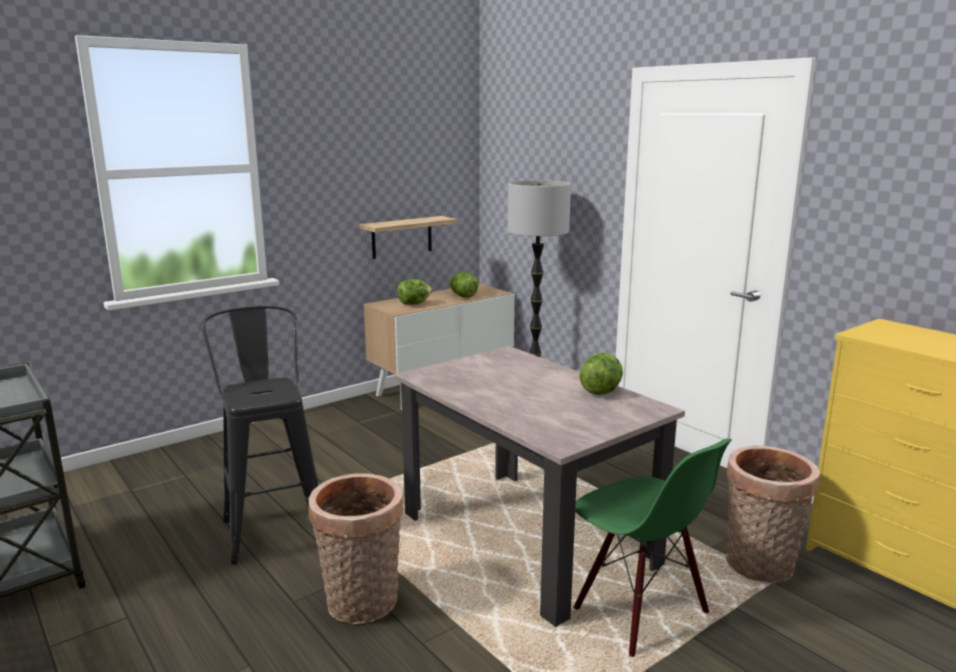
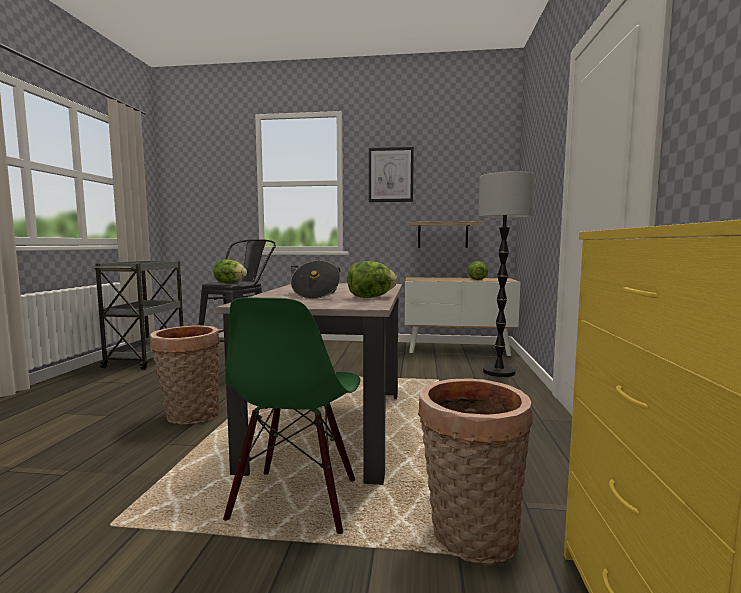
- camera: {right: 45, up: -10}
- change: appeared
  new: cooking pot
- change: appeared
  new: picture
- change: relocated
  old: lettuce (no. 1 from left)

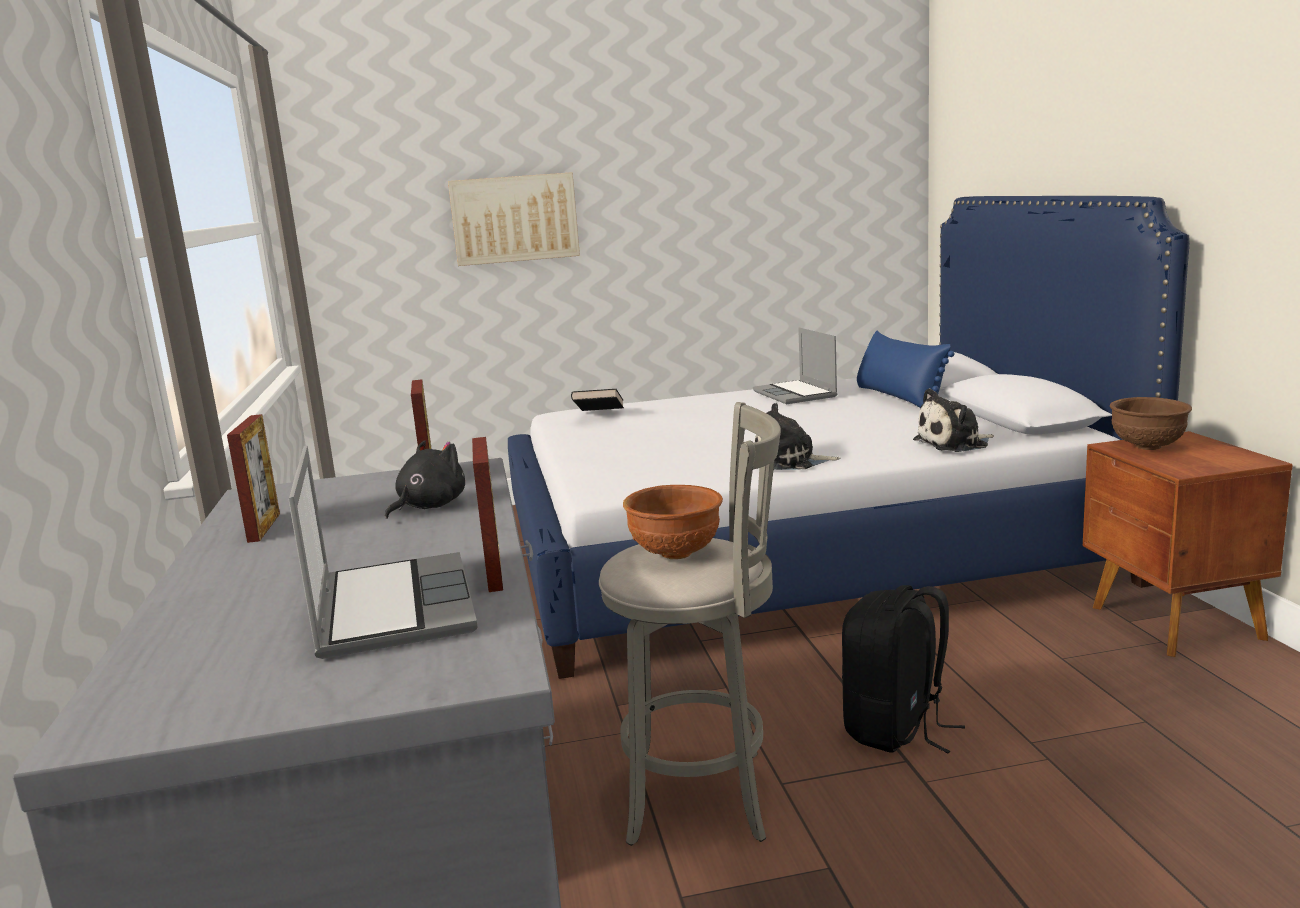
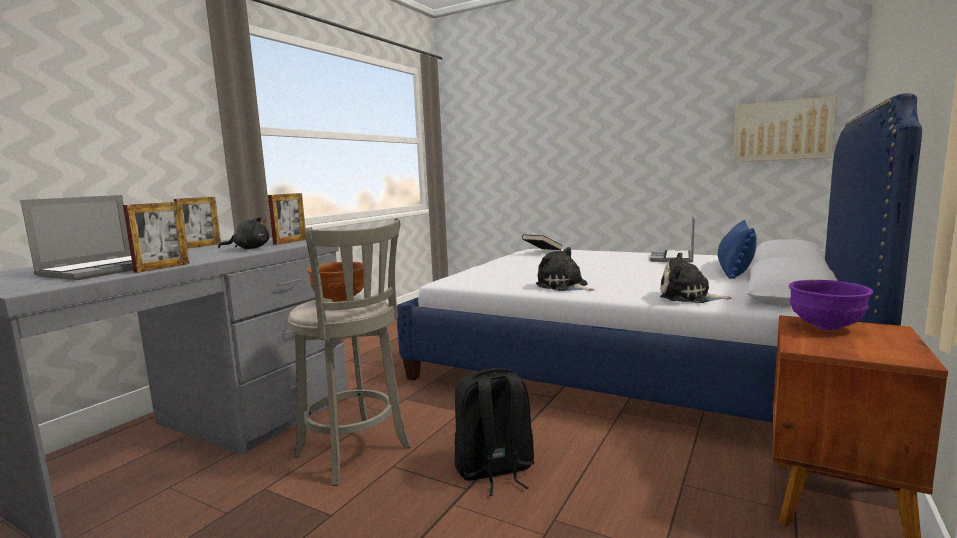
- camera: {right: 40, up: -5}
- change: relocated
  old: picture
- change: colour
  old: bowl (brown) (no. 2 from left)
  new: bowl (purple)

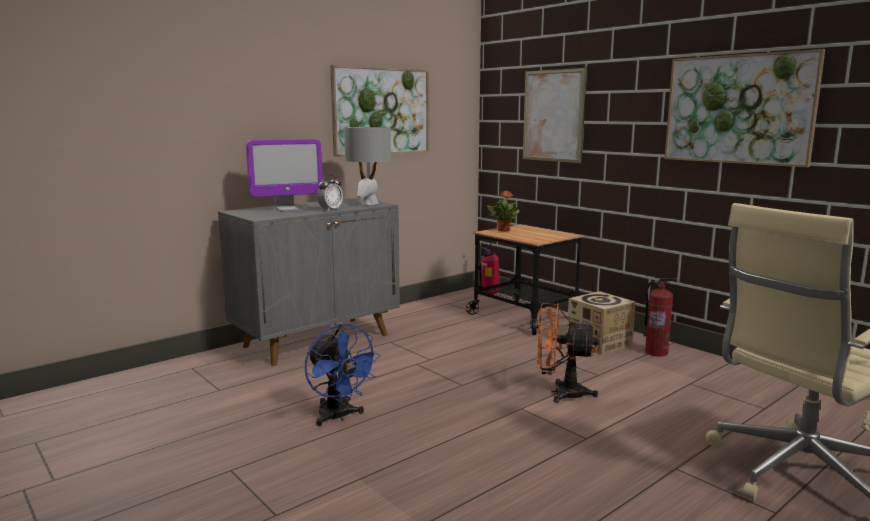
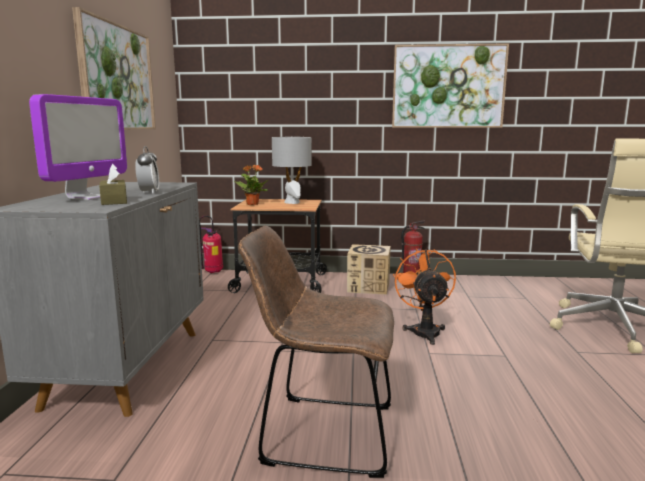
- camera: {right: -45, up: 0}
- change: missing
  old: picture (no. 2 from left)
- change: appeared
  new: tissue box (brown)
- change: relocated
  old: table lamp (grey)
- change: exchanged
  old: fan (blue)
  new: chair (brown)
- change: spun
  old: fan (orange)
  degrees: 120

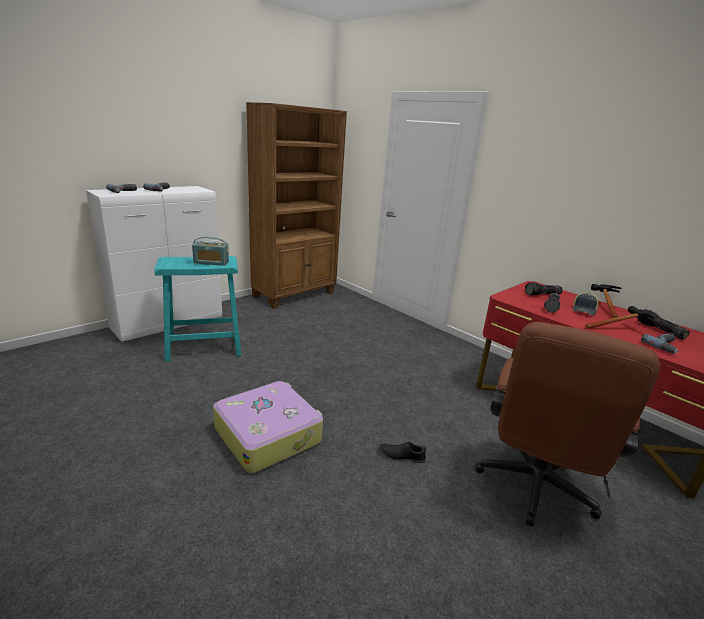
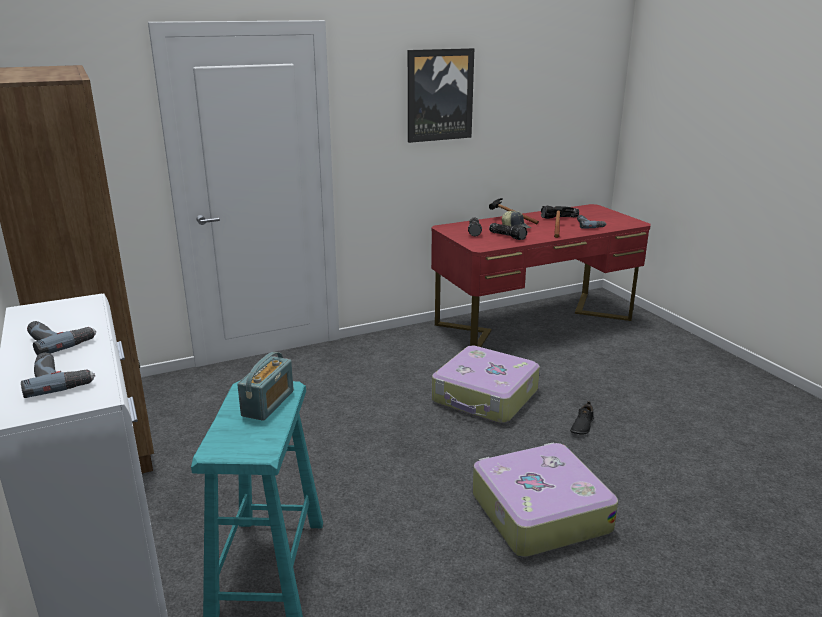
- camera: {right: -70, up: 0}
- change: missing
  old: office chair (brown)
- change: appeared
  new: picture
- change: appeared
  new: suitcase (no. 1 from left)

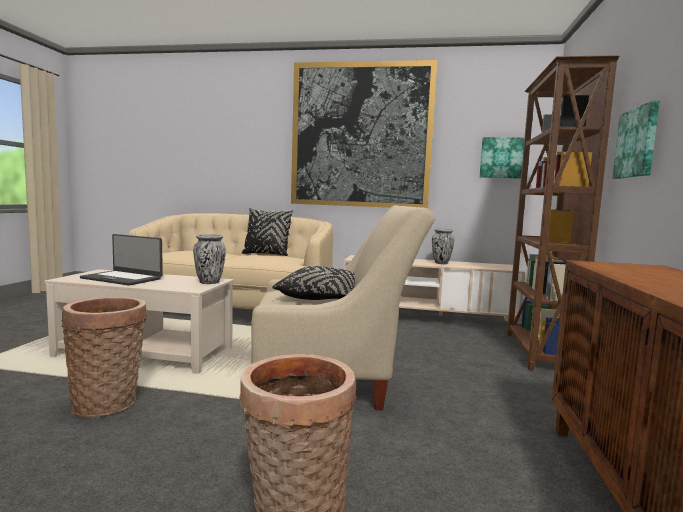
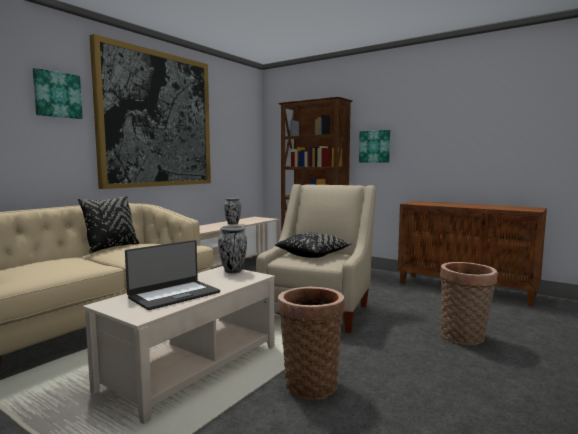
- camera: {right: -65, up: 0}
- change: relocated
  old: picture (no. 2 from left in the first image)
  new: picture (no. 1 from left)

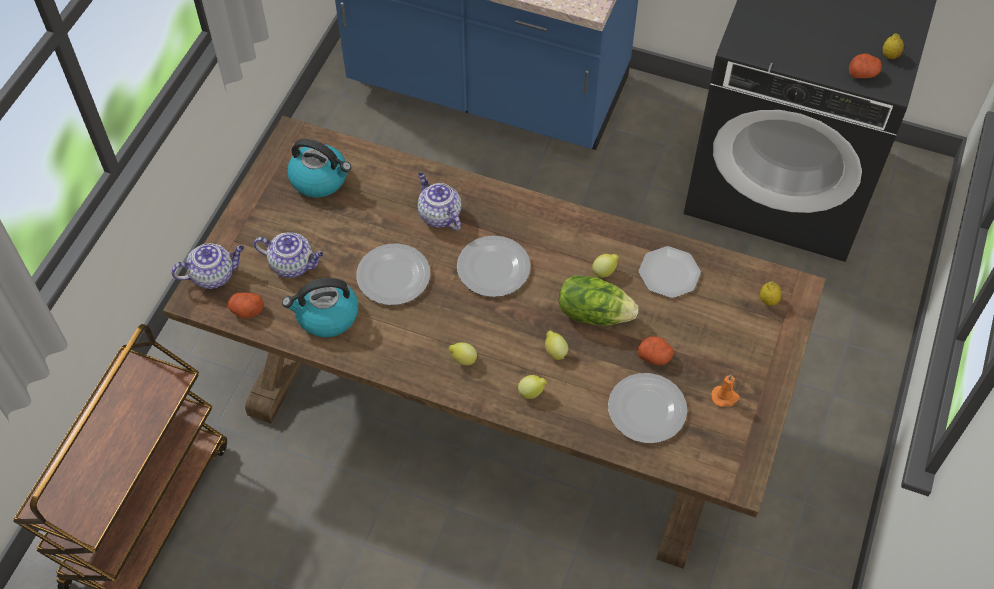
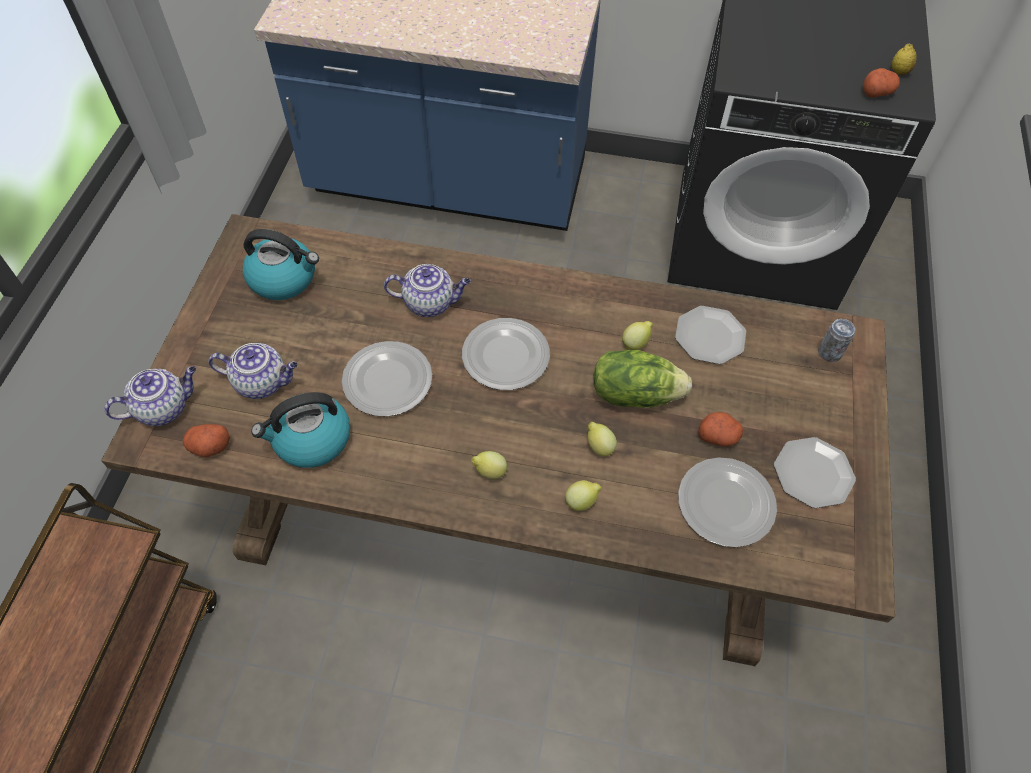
- camera: {right: -10, up: 0}
- change: exchanged
  old: candle (orange)
  new: plate (no. 5 from left)
- change: exchanged
  old: lemon (no. 5 from left)
  new: can
- change: spun
  old: teapot (no. 3 from left)
  degrees: 135

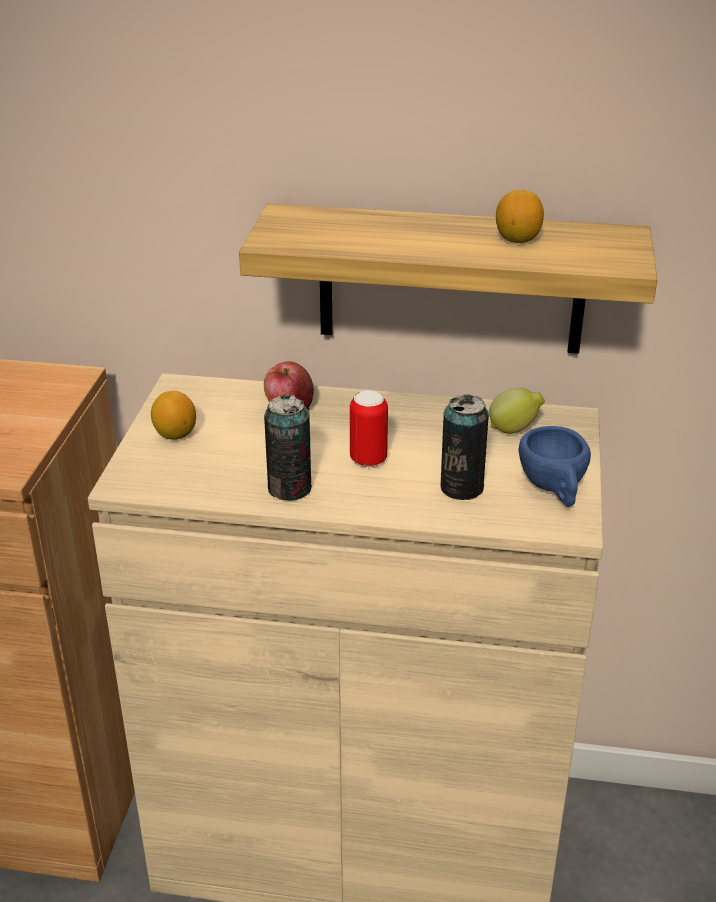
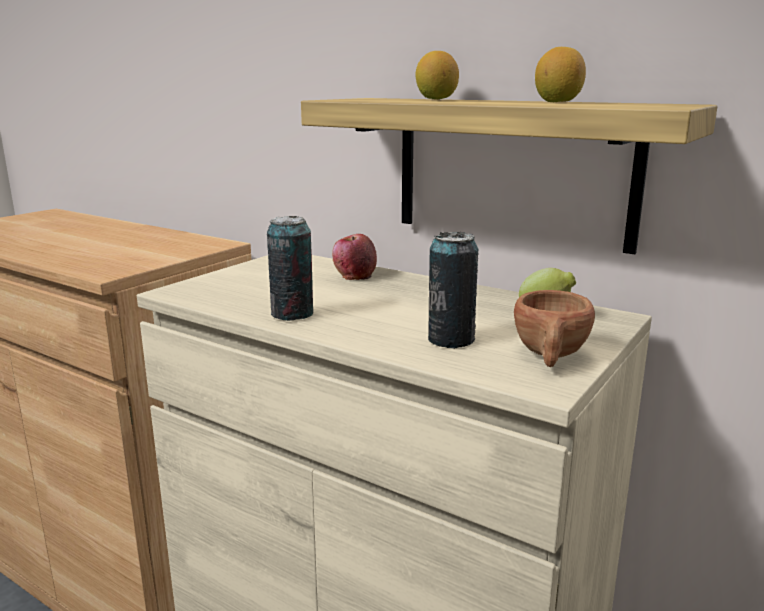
- camera: {right: 25, up: -15}
- change: missing
  old: can (no. 2 from left)
- change: relocated
  old: lemon (no. 1 from left)
- change: colour
  old: cup (blue)
  new: cup (brown)

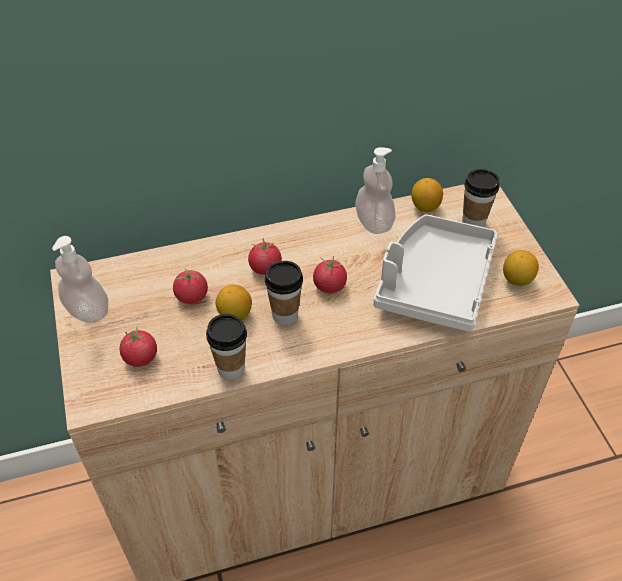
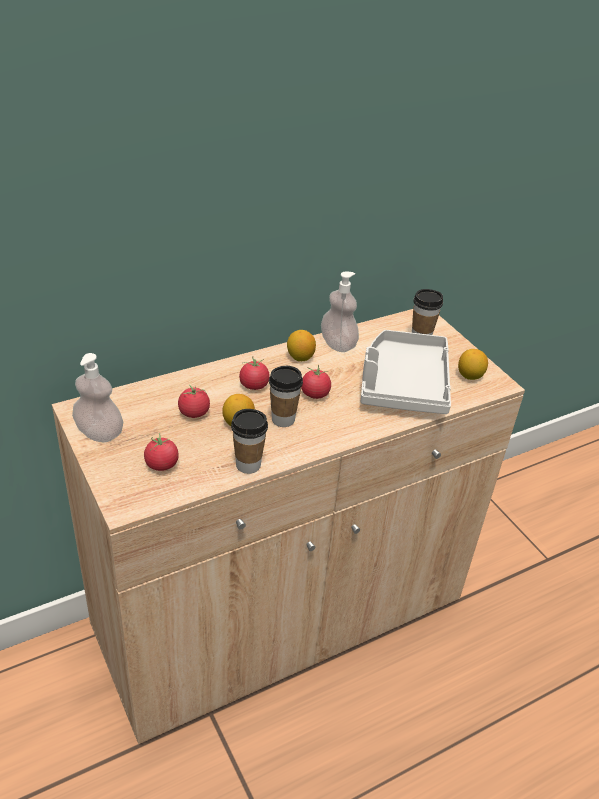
- camera: {right: -15, up: -10}
- change: relocated
  old: lemon (no. 2 from left)

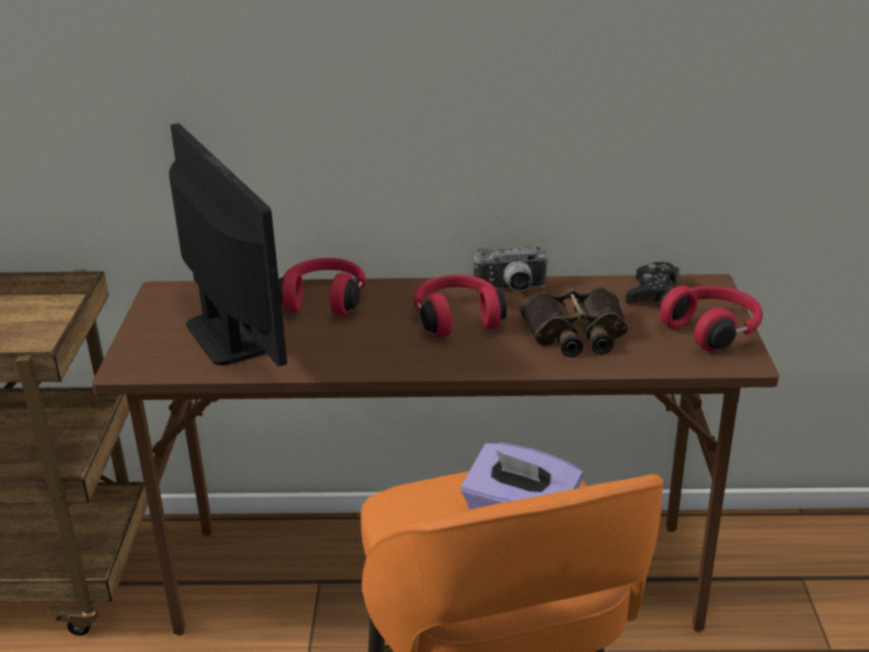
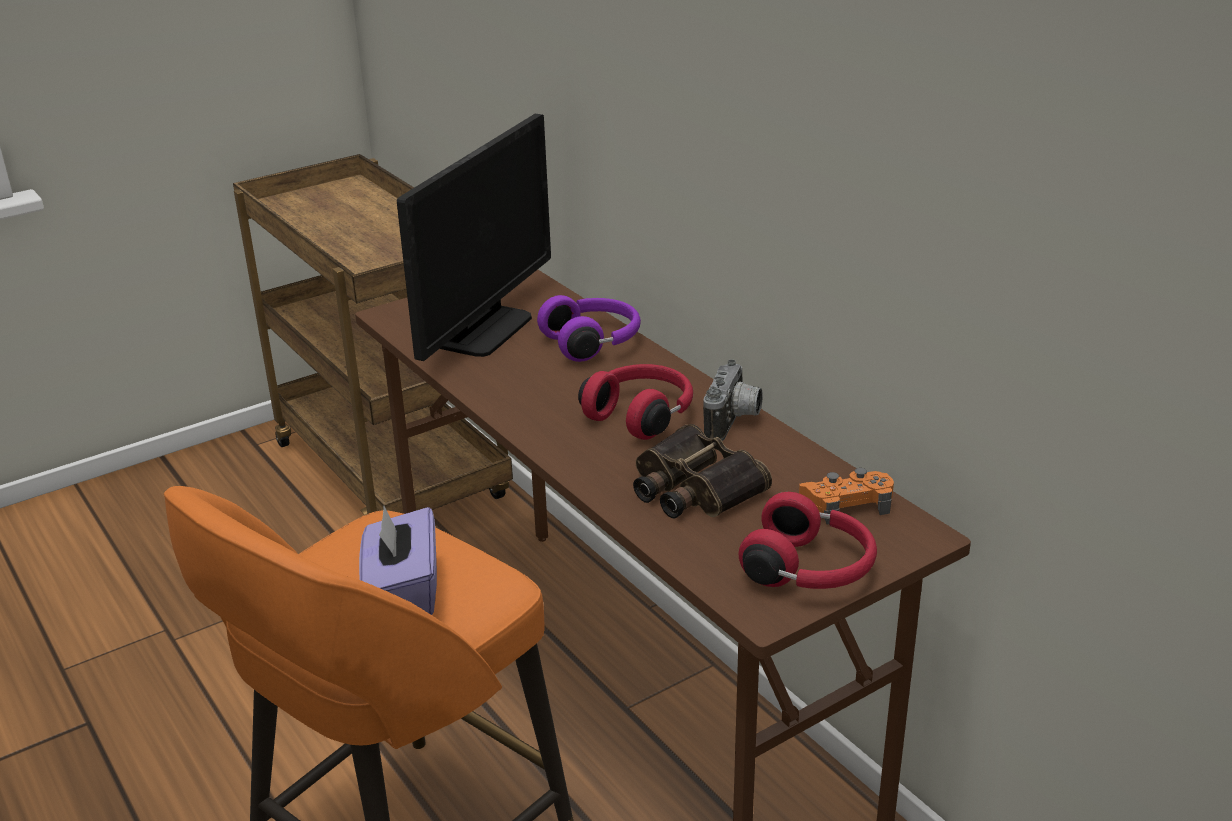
- camera: {right: 55, up: 0}
- change: colour
  old: headphones (red) (no. 1 from left)
  new: headphones (purple)
- change: colour
  old: game controller (black)
  new: game controller (orange)
- change: spun
  old: photo camera
  degrees: -120

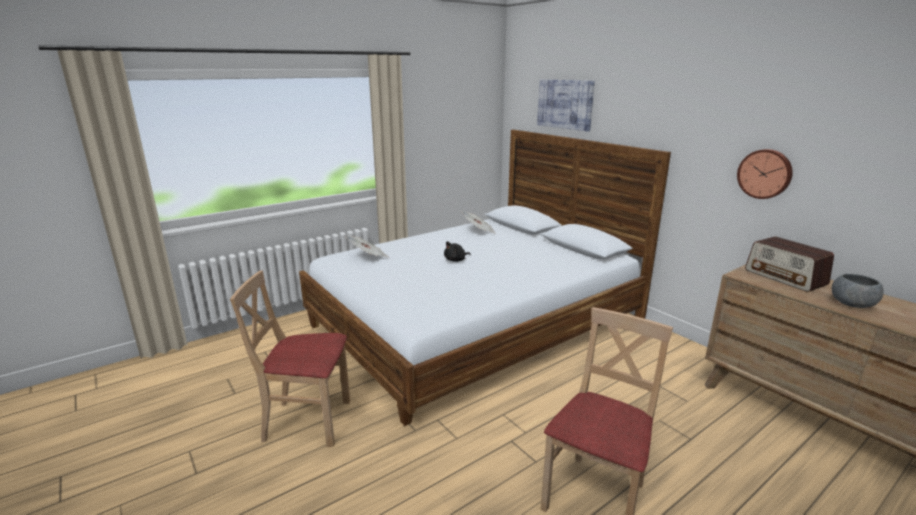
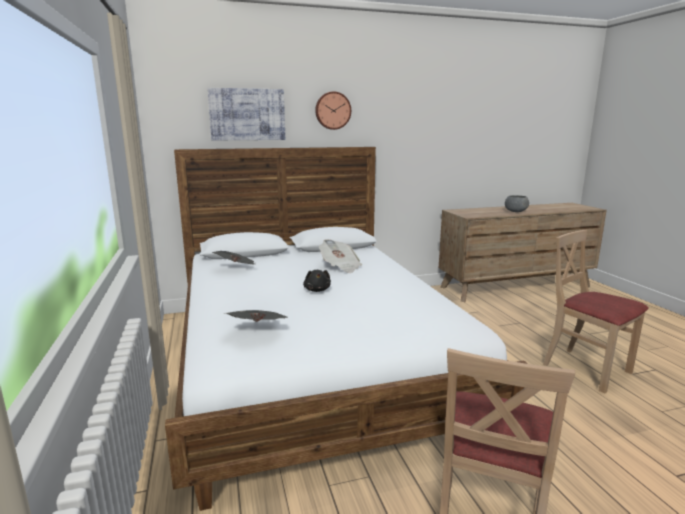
- camera: {right: -70, up: -5}
- change: missing
  old: radio
- change: appeared
  new: newspaper (no. 3 from left)
- change: relocated
  old: wall clock

